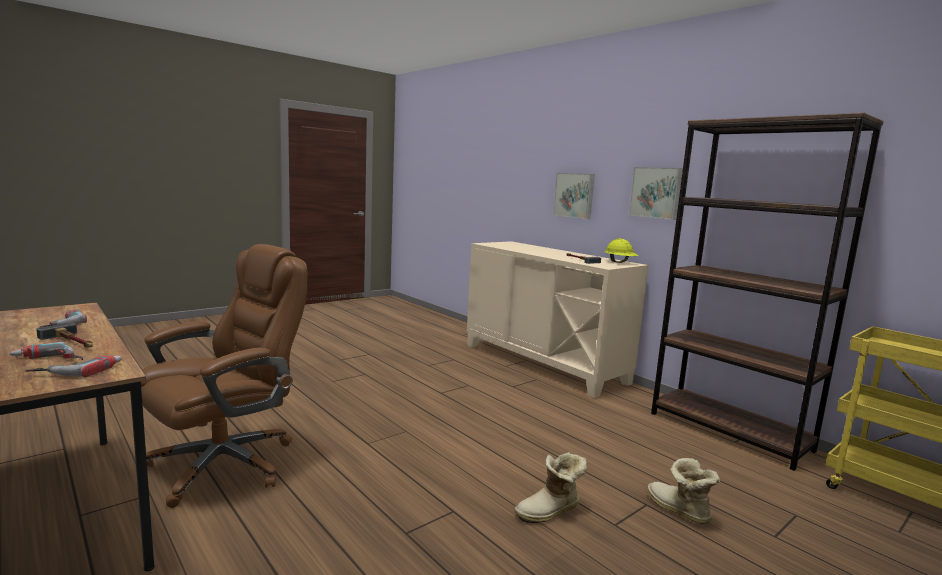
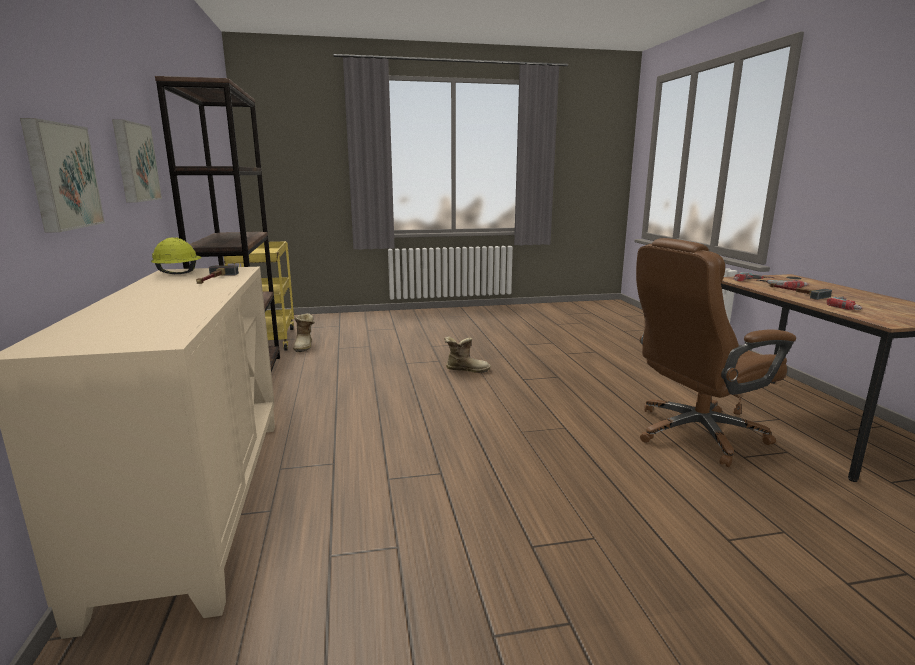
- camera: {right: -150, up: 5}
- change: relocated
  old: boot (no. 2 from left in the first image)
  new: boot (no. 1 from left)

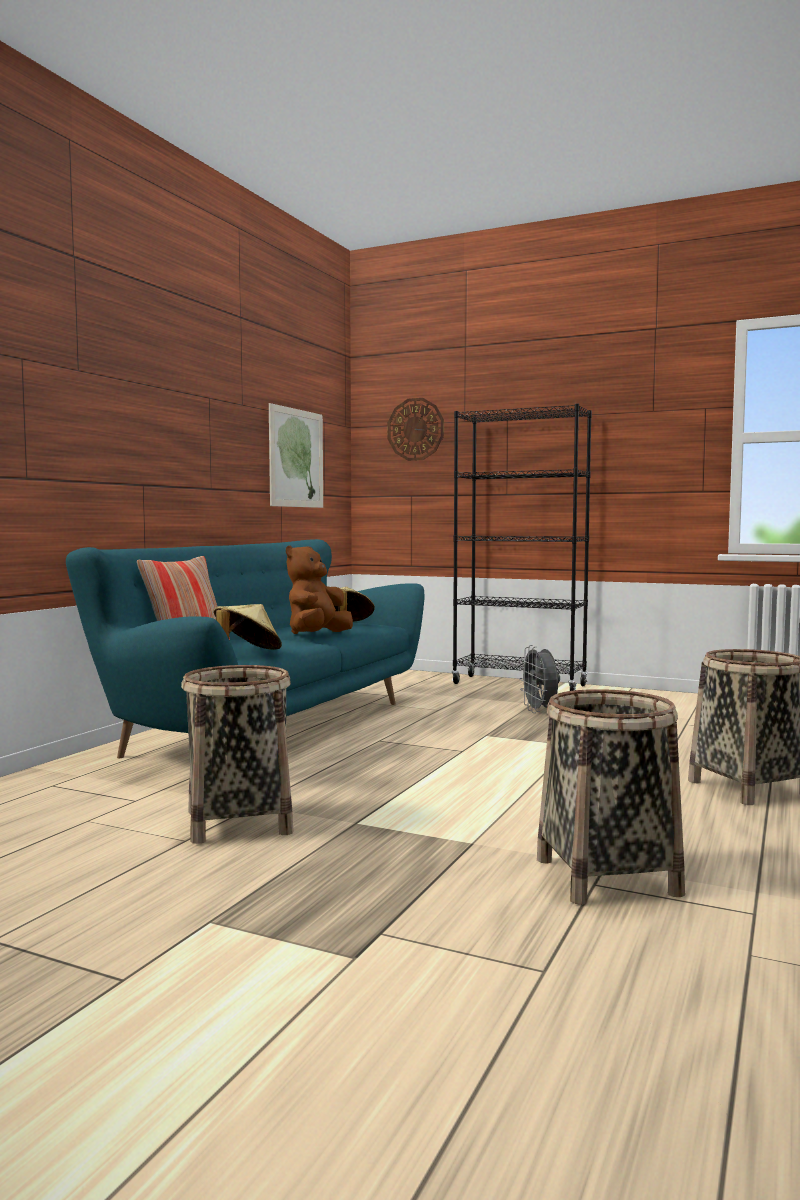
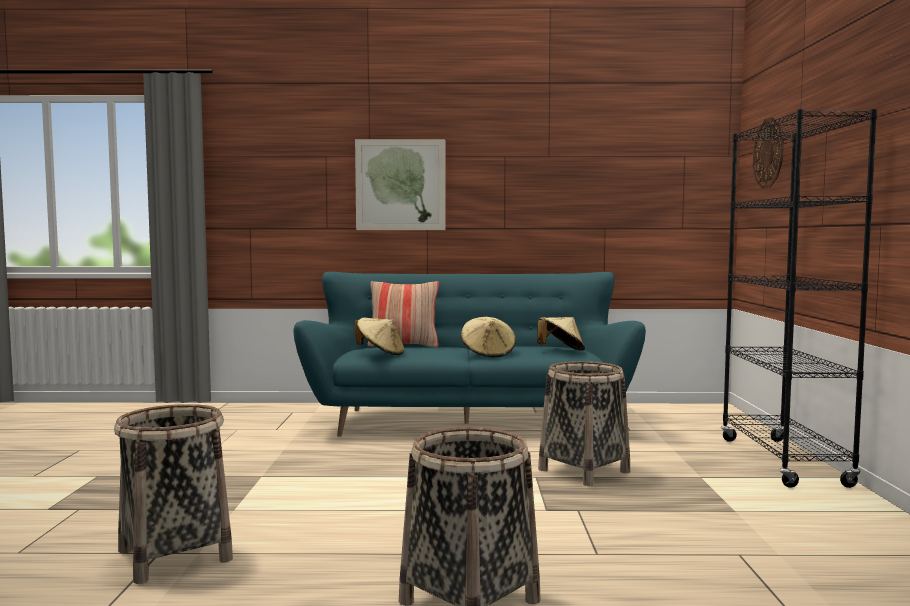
- camera: {right: 65, up: 0}
- change: missing
  old: fan (grey)
- change: relocated
  old: basket (no. 1 from left in the first image)
  new: basket (no. 3 from left)
- change: relocated
  old: picture
- change: exchanged
  old: plush toy (brown)
  new: hat (beige) (no. 2 from left)

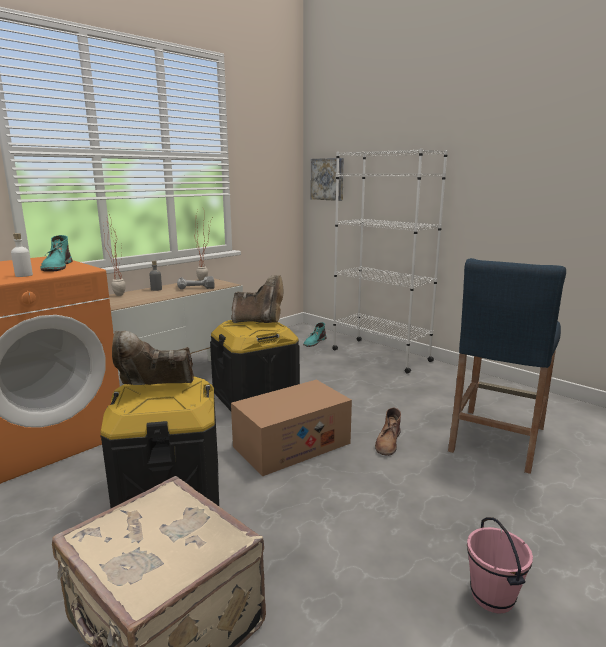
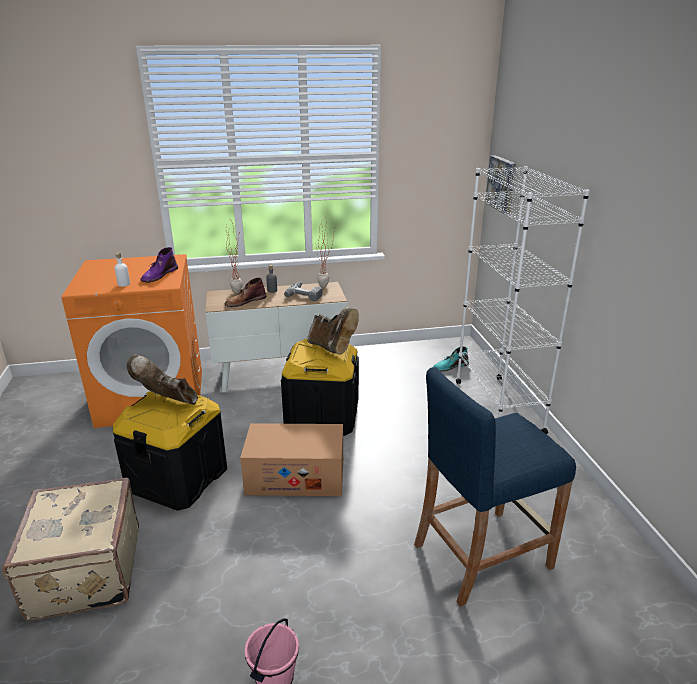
- camera: {right: 35, up: 10}
- change: relocated
  old: boot (brown) (no. 3 from left in the first image)
  new: boot (brown) (no. 2 from left)
- change: colour
  old: boot (turquoise) (no. 1 from left)
  new: boot (purple)

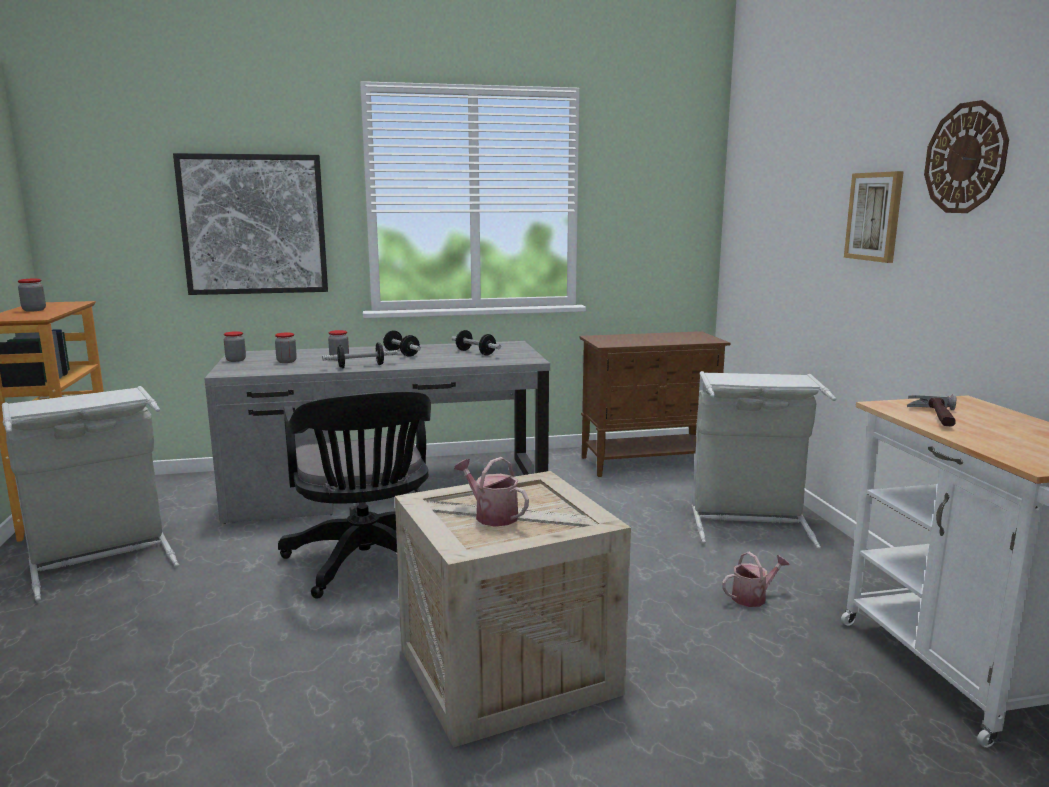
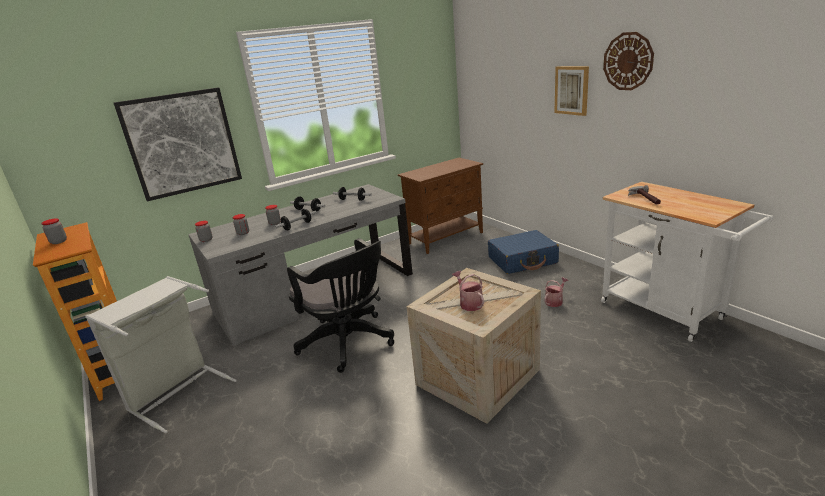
- camera: {right: -20, up: 10}
- change: exchanged
  old: laundry basket (grey) (no. 2 from left)
  new: suitcase (blue)
- change: spun
  old: watering can (no. 1 from left)
  degrees: 45

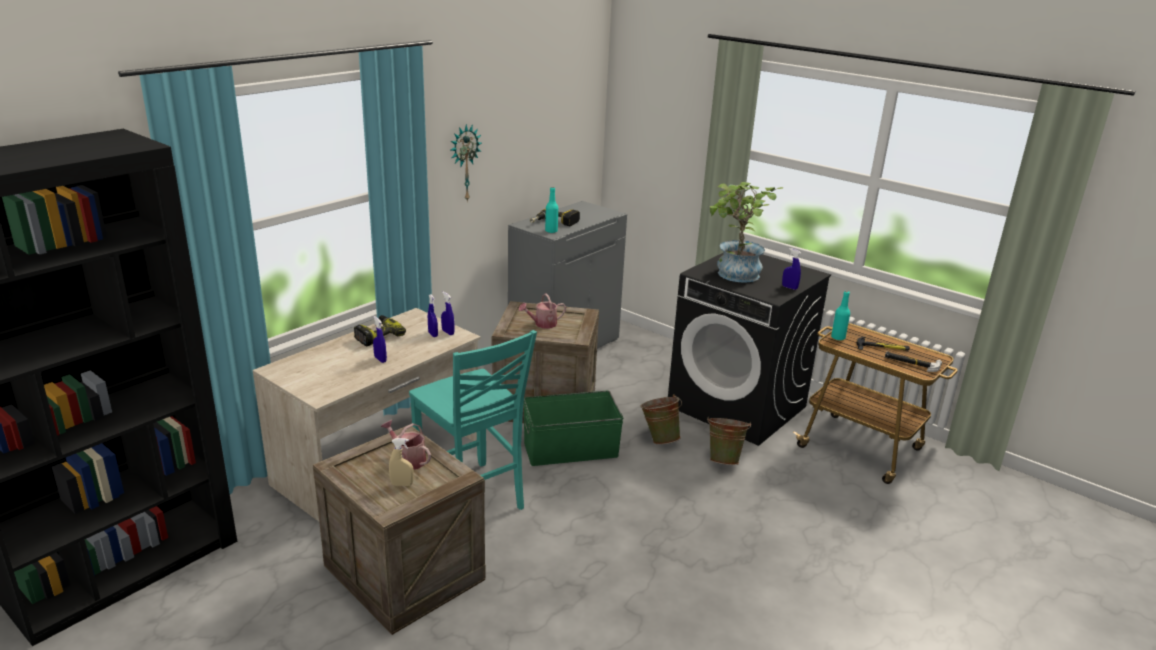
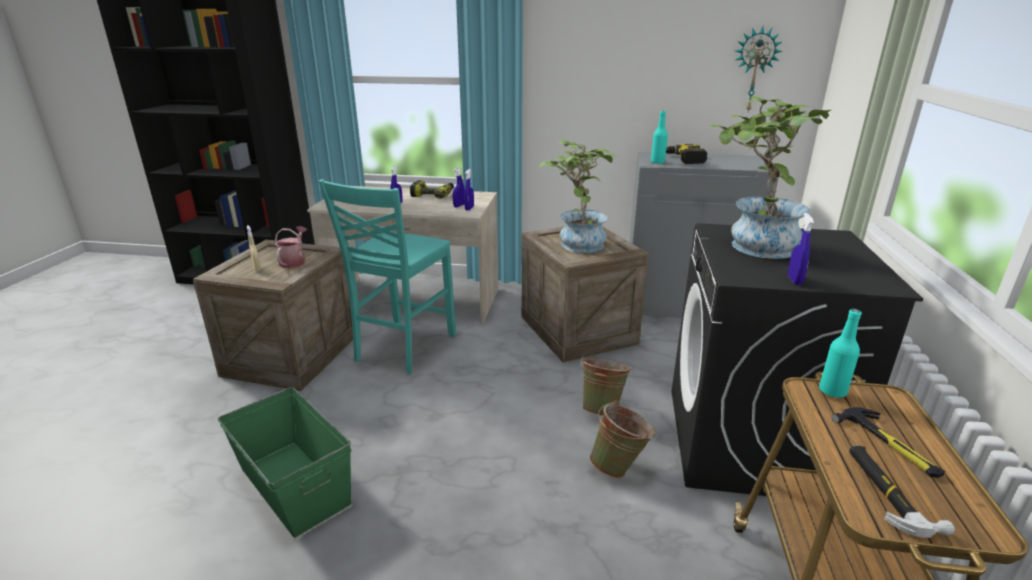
- camera: {right: 60, up: 0}
- change: relocated
  old: wall clock
- change: relocated
  old: storage box (green)
- change: exchanged
  old: watering can (no. 2 from left)
  new: potted plant (no. 1 from left)

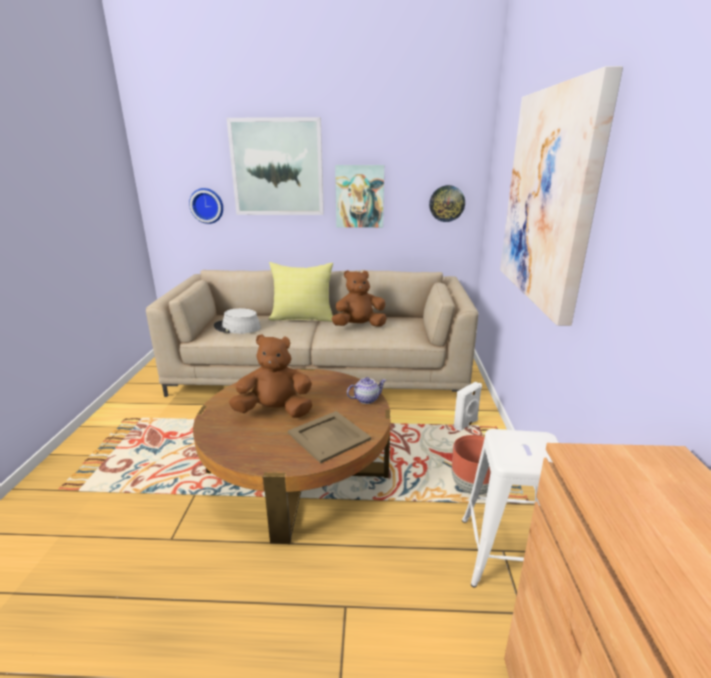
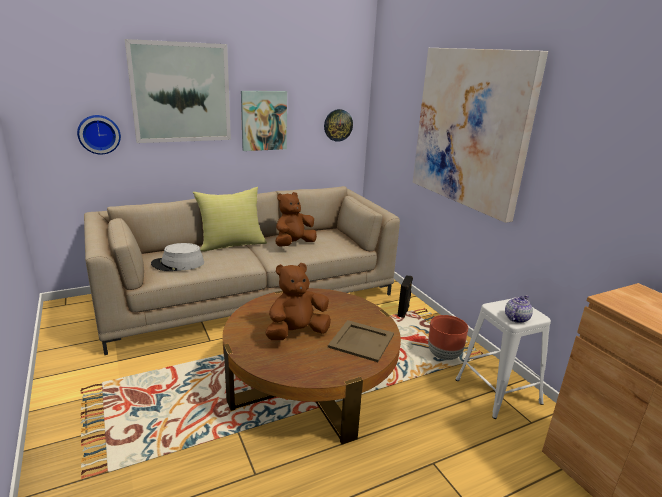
- camera: {right: -30, up: 0}
- change: relocated
  old: teapot
- change: colour
  old: speaker (white)
  new: speaker (black)

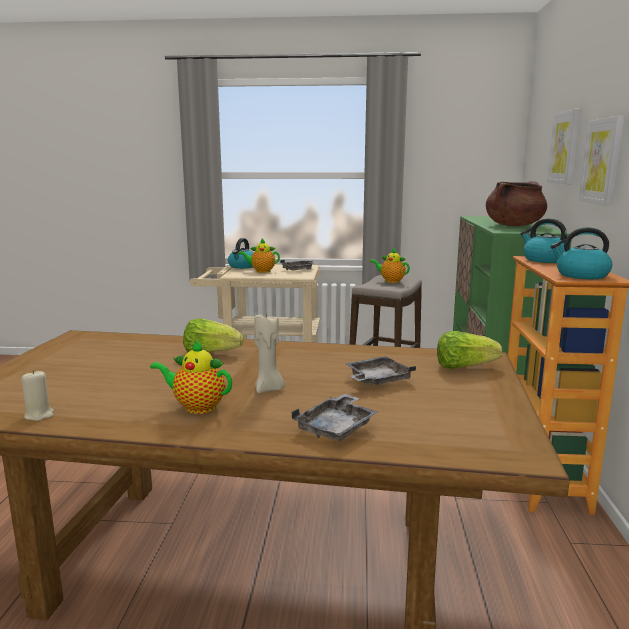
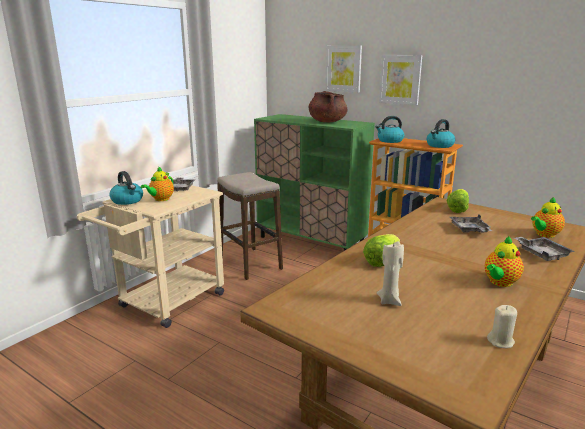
- camera: {right: -60, up: 5}
- change: relocated
  old: candle (beige) (no. 2 from left in the first image)
  new: candle (beige) (no. 1 from left)
- change: relocated
  old: teapot (no. 3 from left)

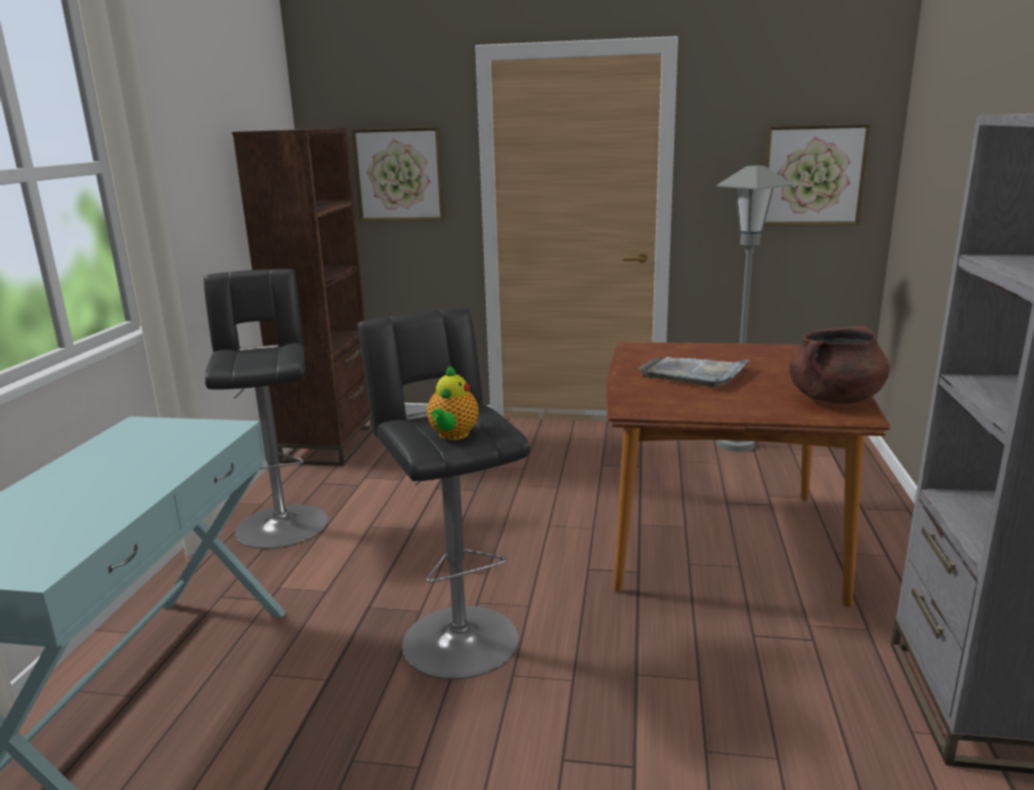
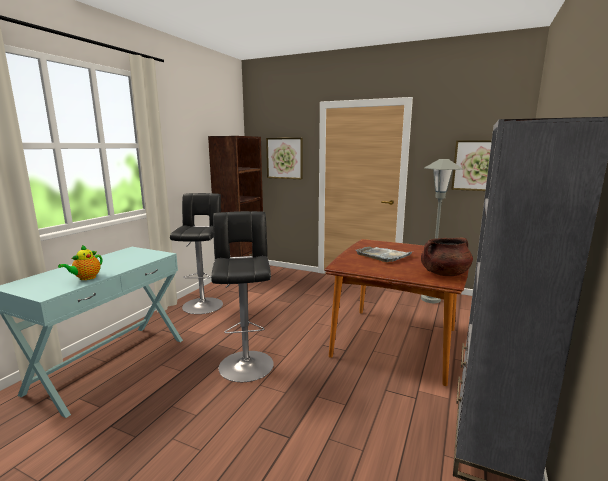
- camera: {right: 15, up: -5}
- change: relocated
  old: teapot

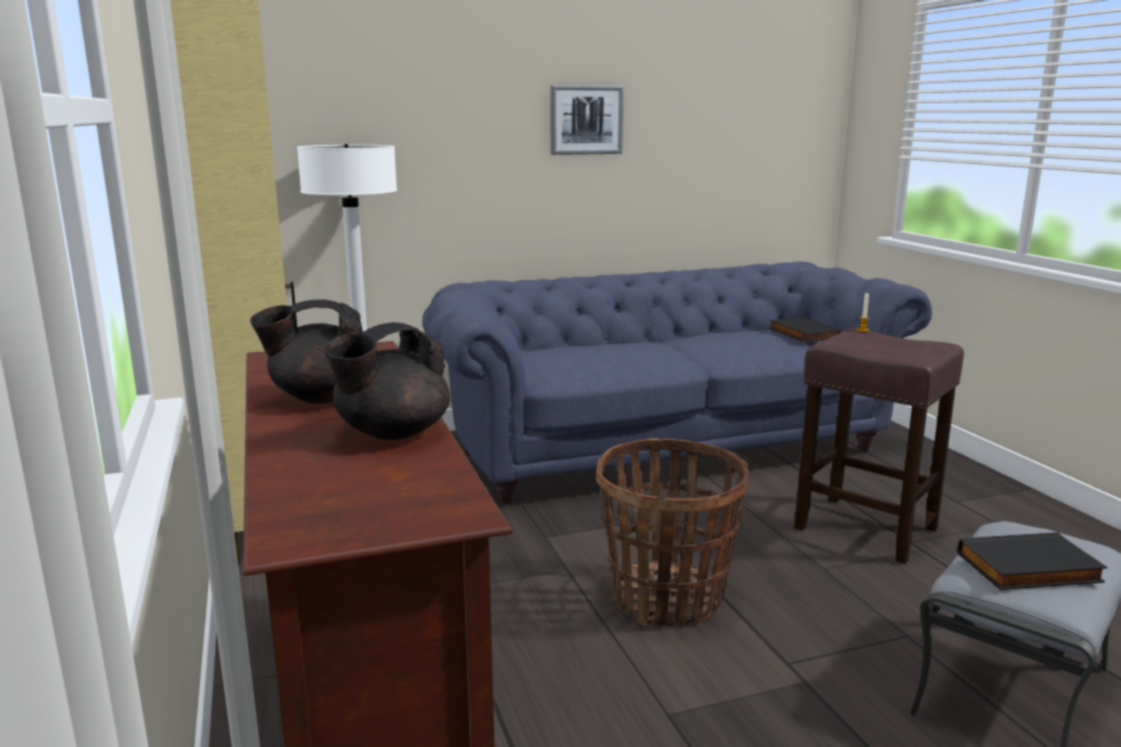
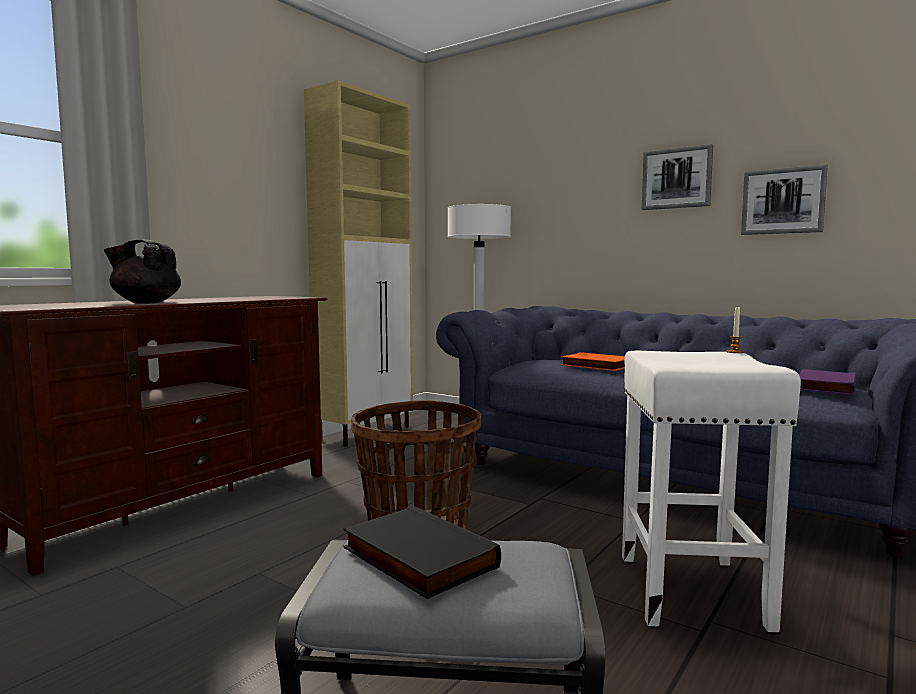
- camera: {right: 55, up: -10}
- change: missing
  old: teapot (black) (no. 1 from left)
- change: appeared
  new: book (orange)
- change: appeared
  new: picture (no. 2 from left)
- change: colour
  old: book (black) (no. 1 from left)
  new: book (purple)
- change: colour
  old: stool (brown)
  new: stool (white)

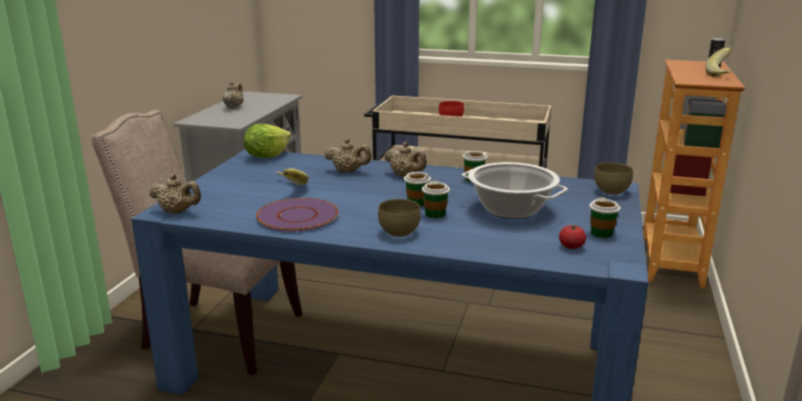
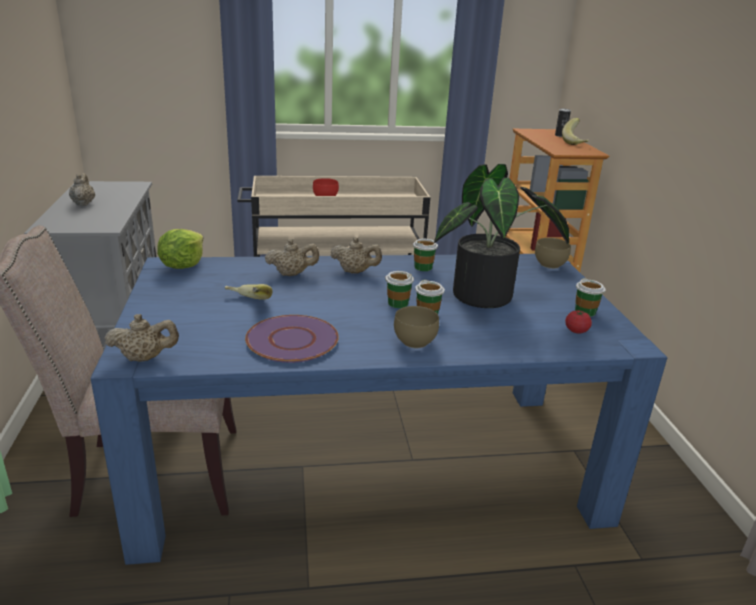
- camera: {right: -25, up: 5}
- change: exchanged
  old: cooking pot
  new: potted plant

